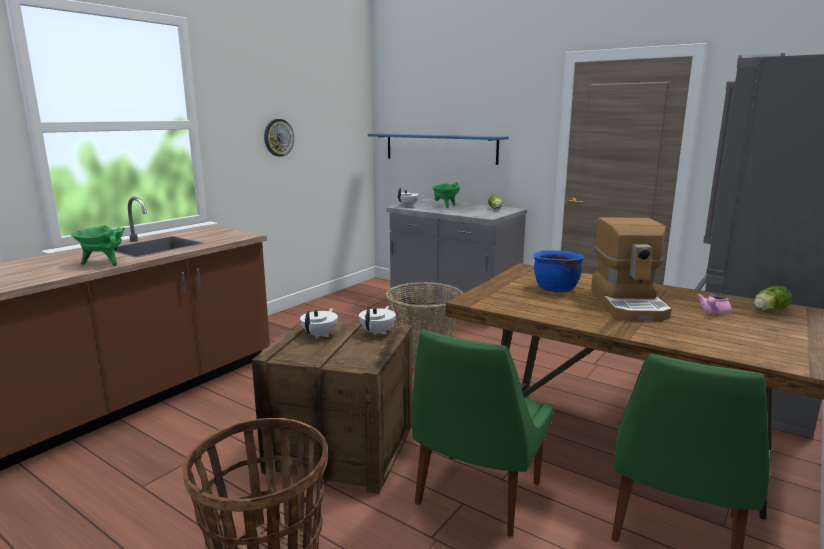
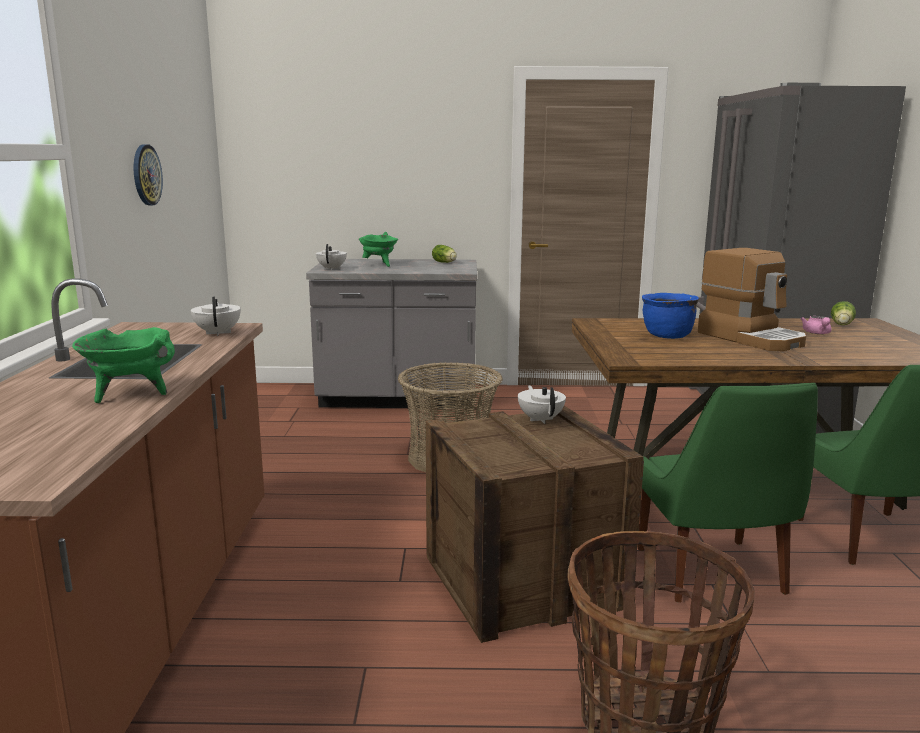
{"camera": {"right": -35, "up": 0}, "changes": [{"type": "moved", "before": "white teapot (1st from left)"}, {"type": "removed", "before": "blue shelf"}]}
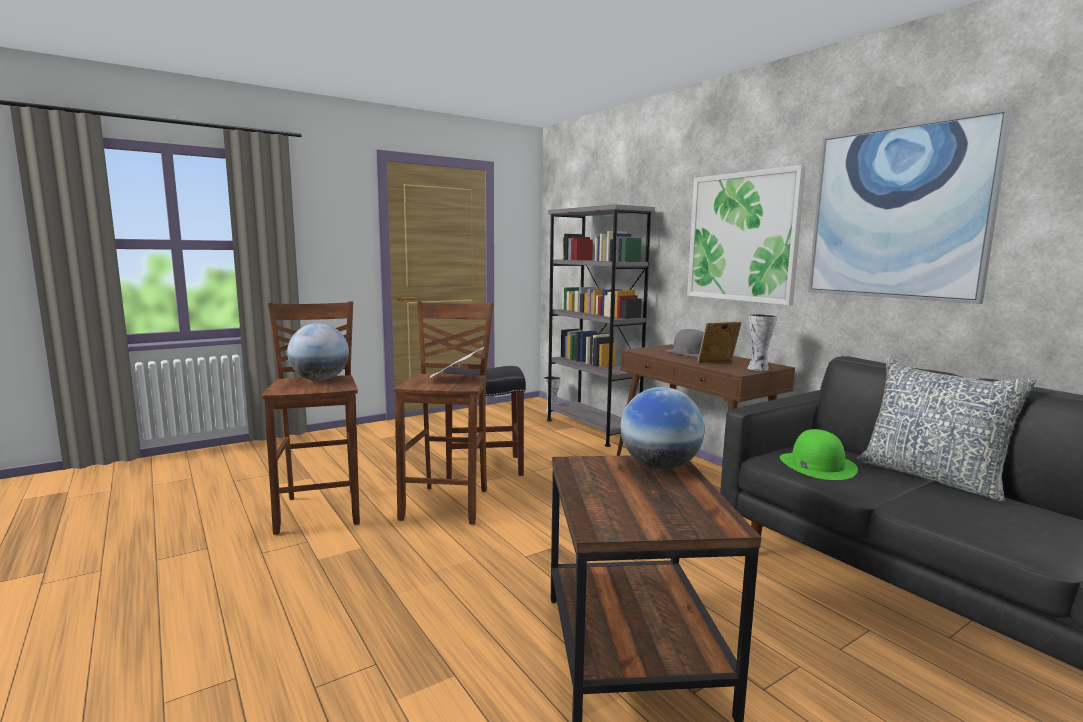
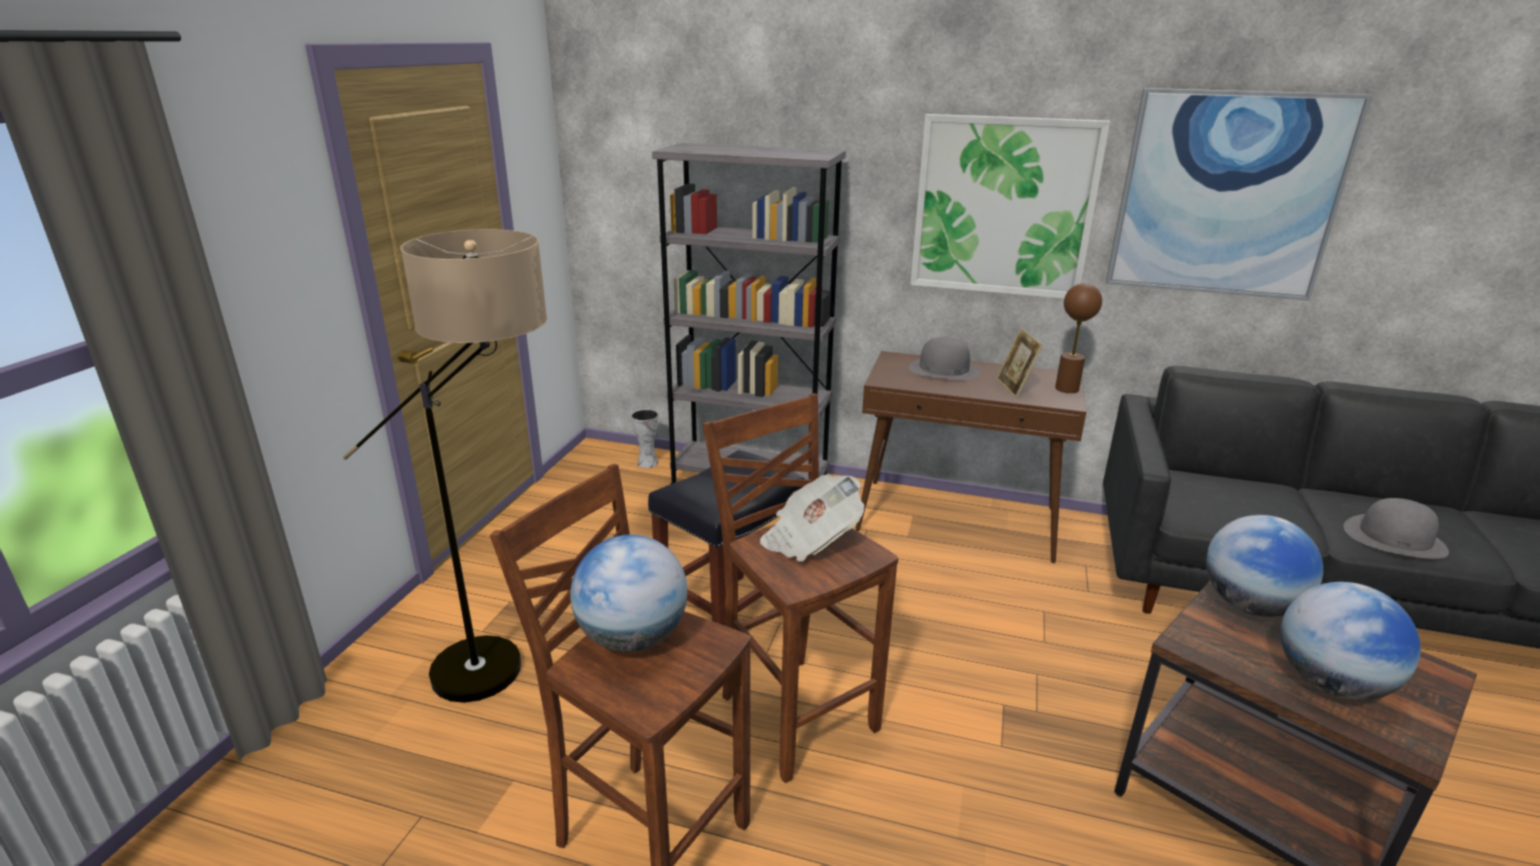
{"camera": {"right": -40, "up": 15}, "changes": [{"type": "added", "after": "floor lamp"}, {"type": "turned", "before": "picture frame", "turn": -45}, {"type": "replaced", "before": "vase (2nd from left)", "after": "brown table lamp"}, {"type": "added", "after": "globe (3rd from left)"}, {"type": "added", "after": "grey hat (2nd from left)"}, {"type": "removed", "before": "green hat"}, {"type": "removed", "before": "pillow"}]}
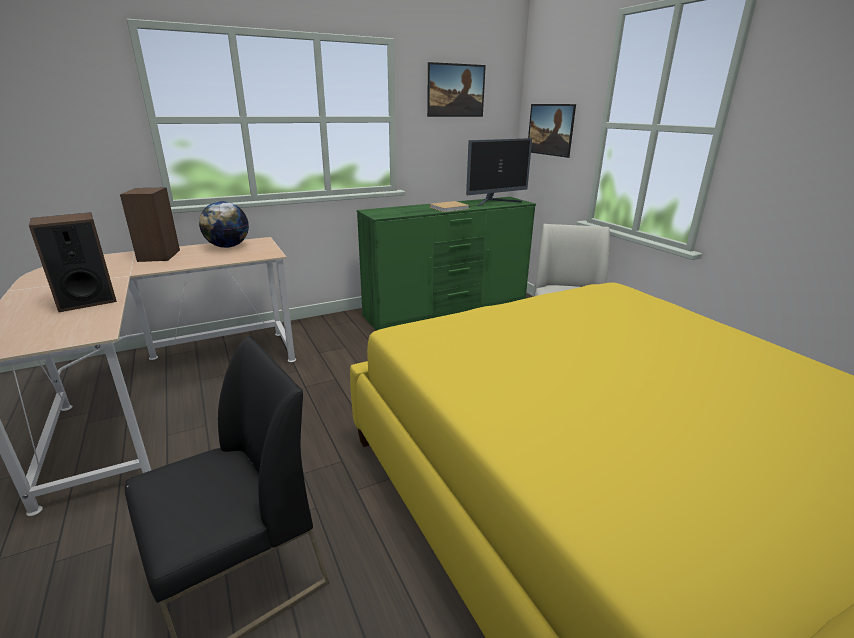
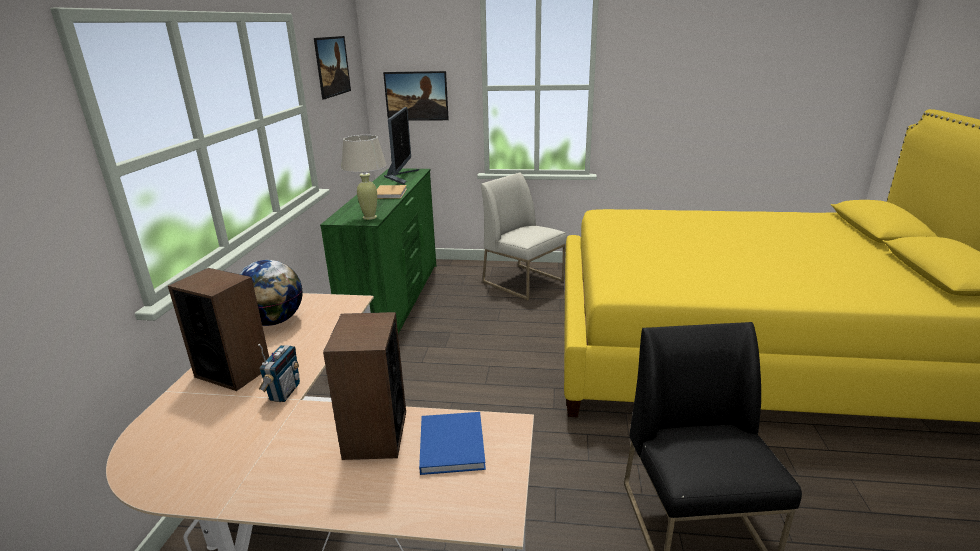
{"camera": {"right": -55, "up": 0}, "changes": [{"type": "added", "after": "radio"}, {"type": "added", "after": "beige table lamp"}, {"type": "added", "after": "blue book"}]}
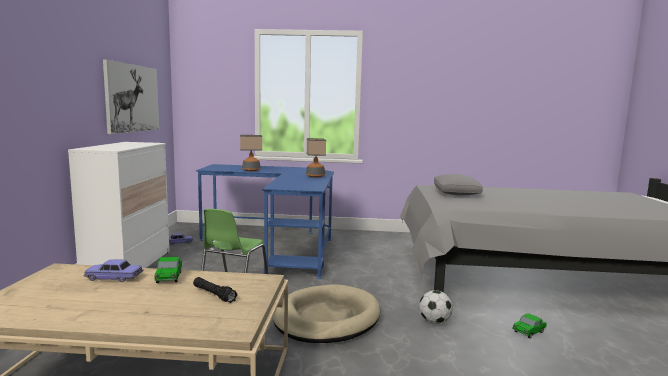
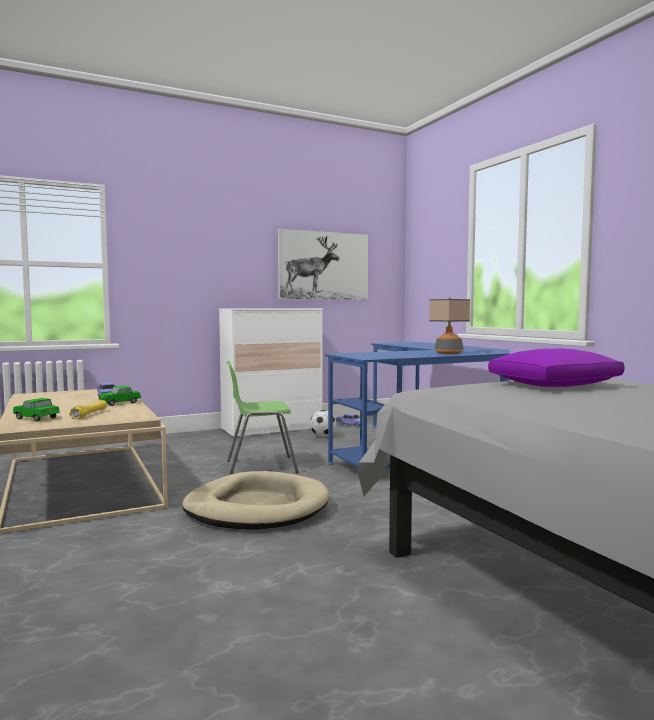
{"camera": {"right": 60, "up": -5}, "changes": [{"type": "moved", "before": "toy car (4th from left in the first image)", "after": "toy car (1st from left)"}, {"type": "recoloured", "before": "black flashlight", "after": "yellow flashlight"}, {"type": "moved", "before": "football"}, {"type": "recoloured", "before": "grey pillow", "after": "purple pillow"}, {"type": "removed", "before": "table lamp (1st from left)"}]}
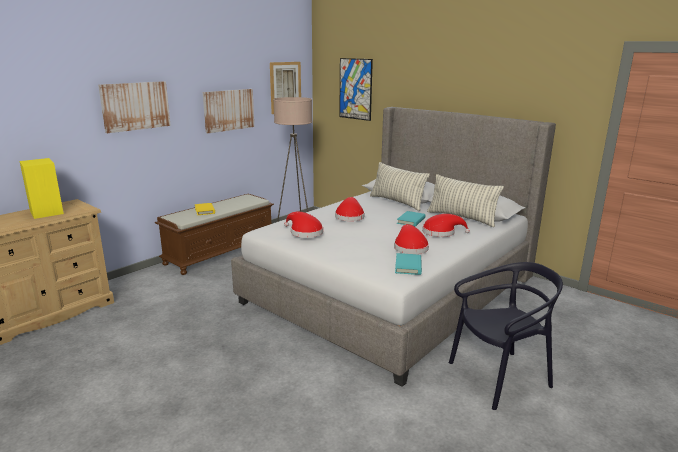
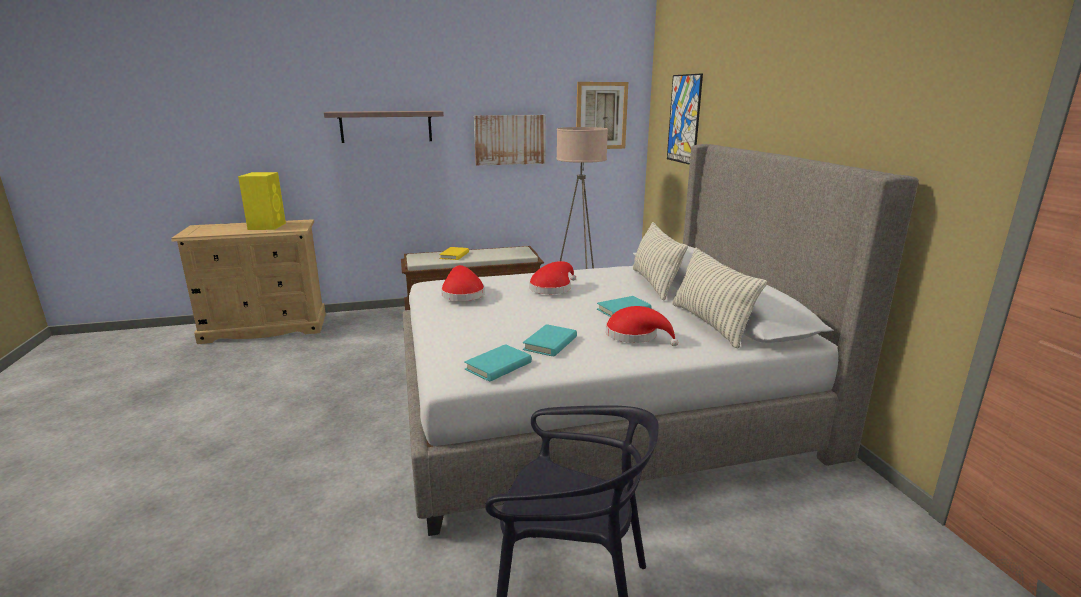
{"camera": {"right": 35, "up": 0}, "changes": [{"type": "replaced", "before": "picture (1st from left)", "after": "shelf"}, {"type": "replaced", "before": "red hat (3rd from left)", "after": "turquoise book (2nd from left)"}]}
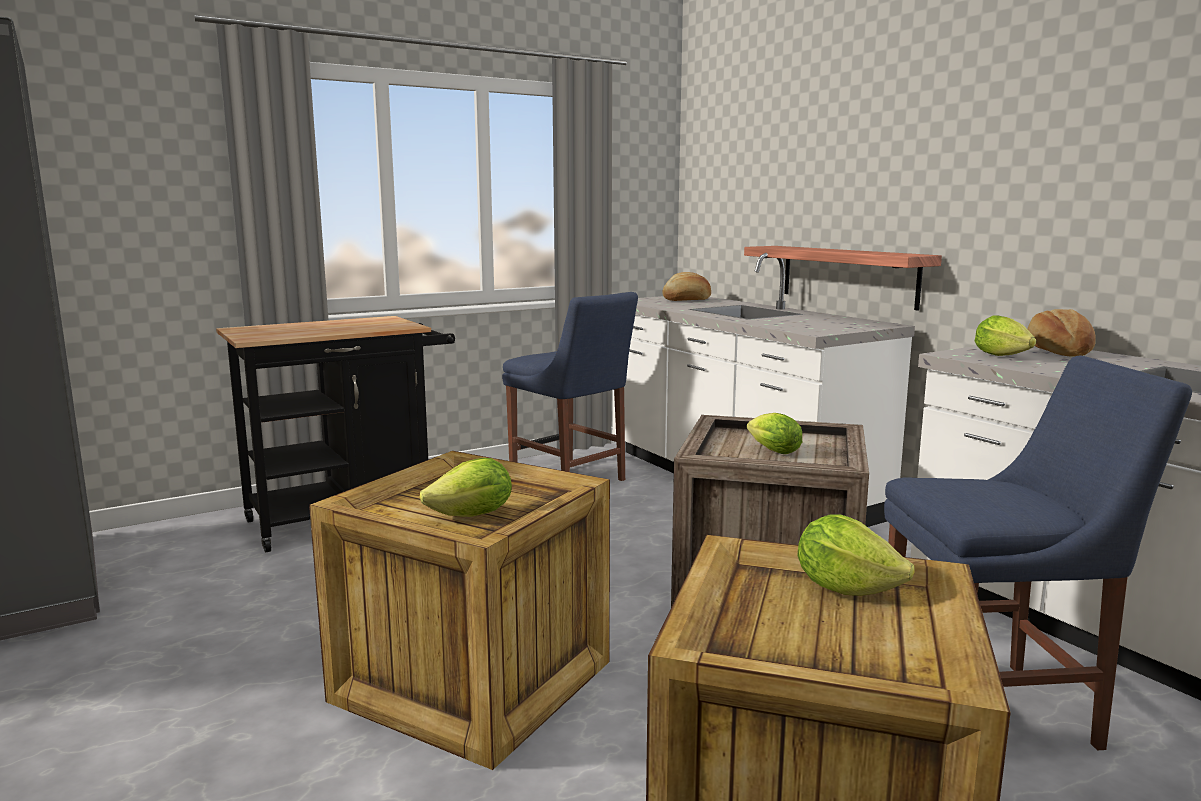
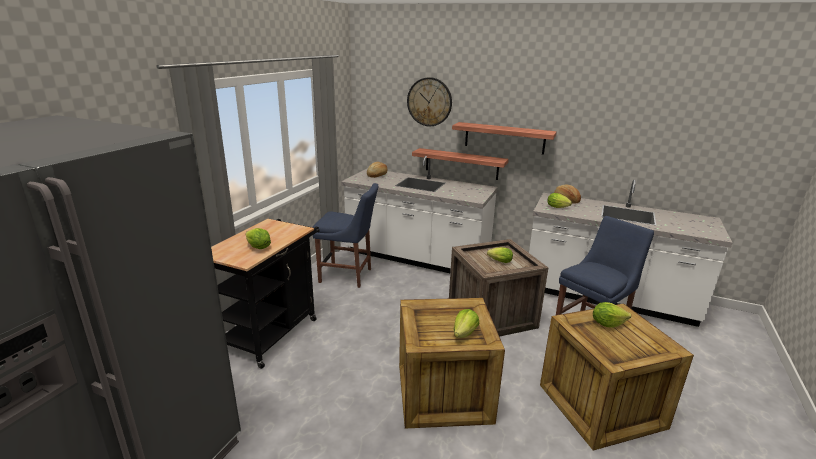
{"camera": {"right": -35, "up": 10}, "changes": [{"type": "added", "after": "lettuce (1st from left)"}, {"type": "added", "after": "wall clock"}, {"type": "added", "after": "shelf (2nd from left)"}]}
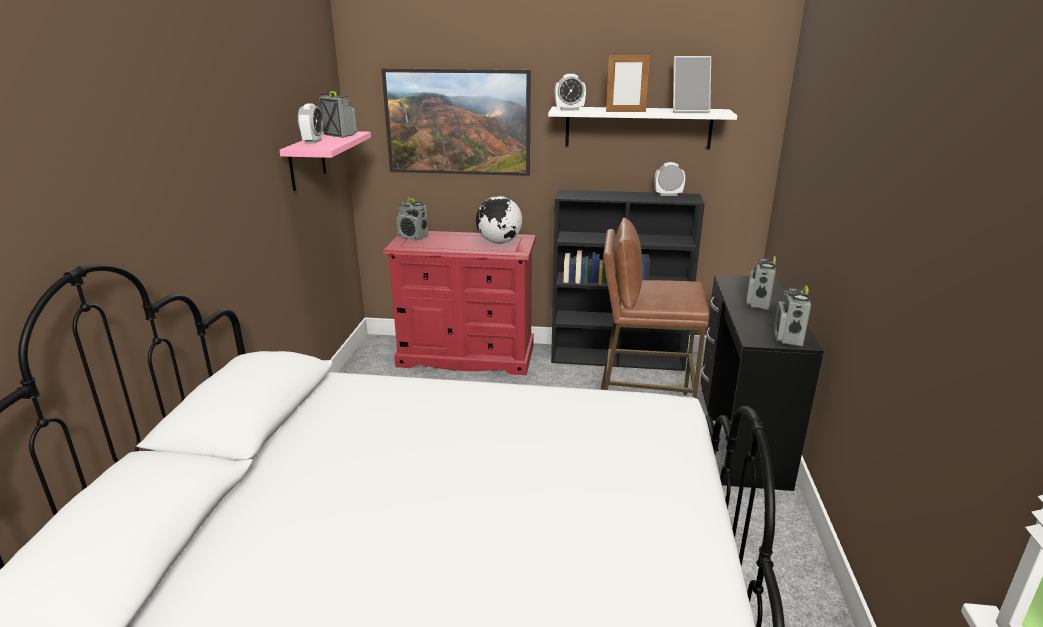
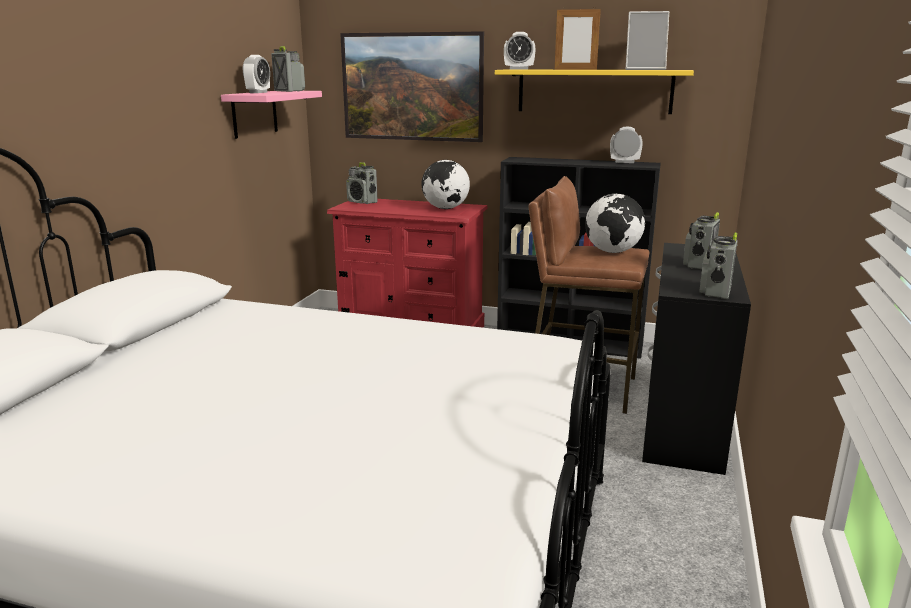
{"camera": {"right": 10, "up": -5}, "changes": [{"type": "recoloured", "before": "white shelf", "after": "yellow shelf"}, {"type": "added", "after": "globe (2nd from left)"}]}
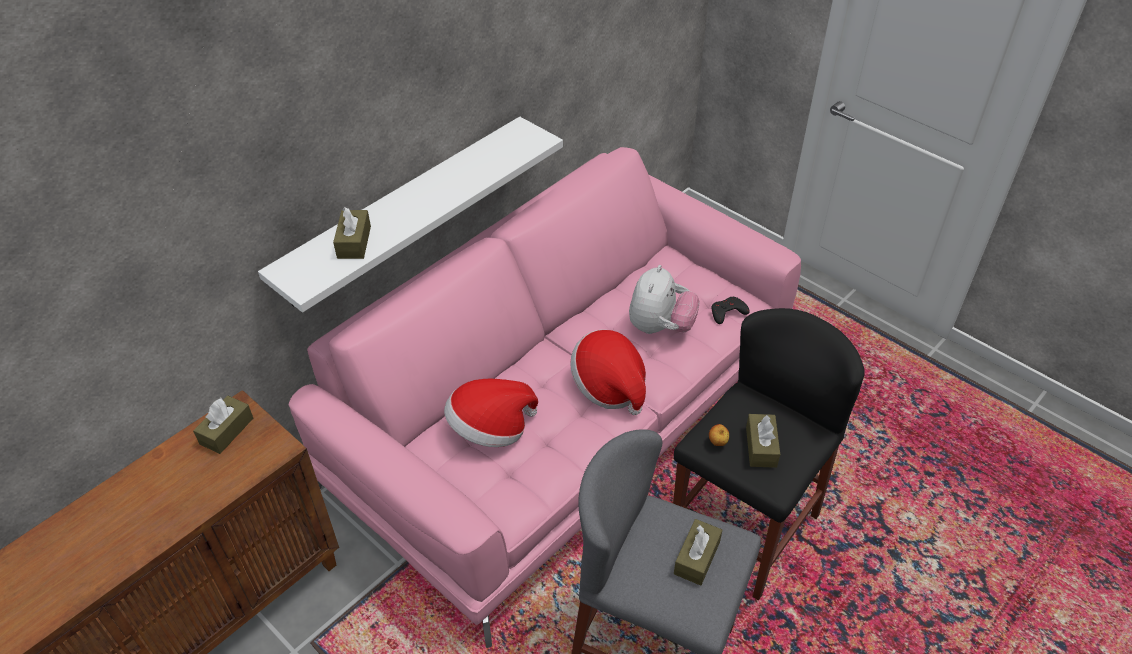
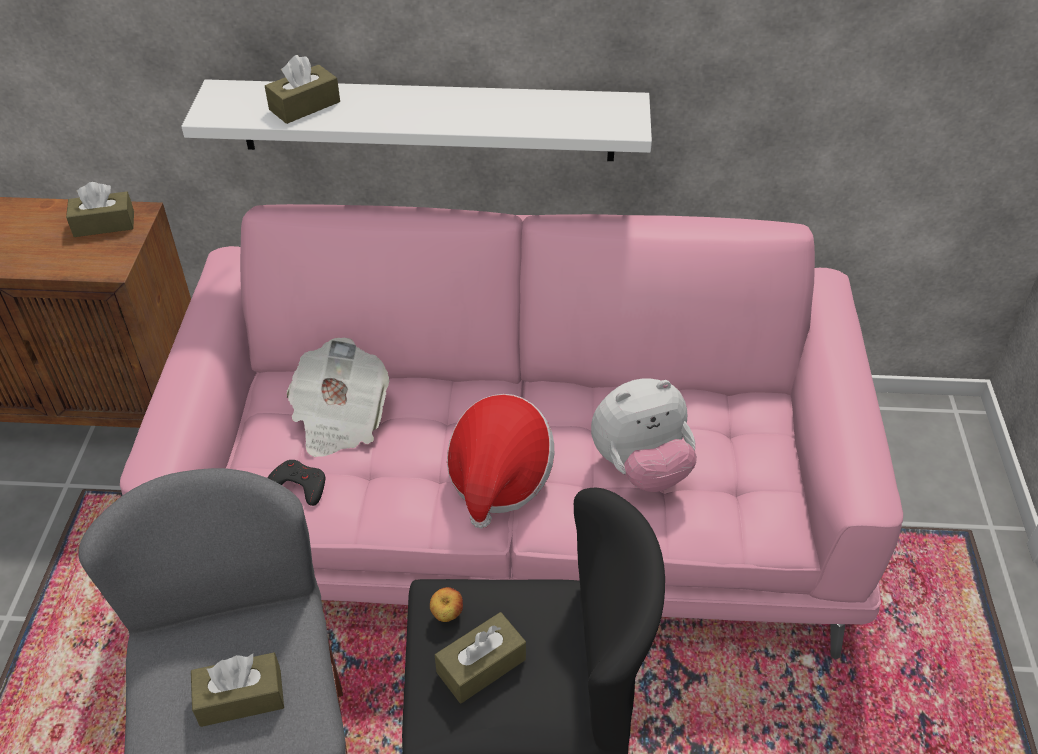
{"camera": {"right": 50, "up": 0}, "changes": [{"type": "moved", "before": "black game controller"}, {"type": "replaced", "before": "hat (1st from left)", "after": "newspaper"}]}
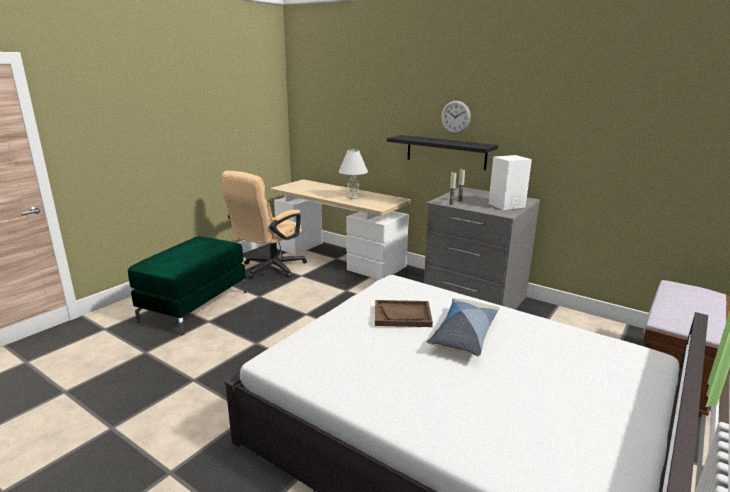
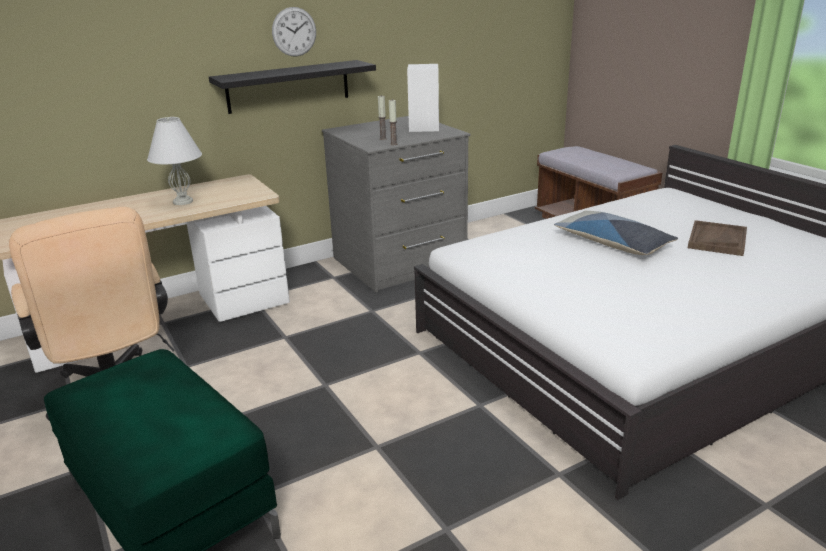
{"camera": {"right": -65, "up": 5}, "changes": [{"type": "moved", "before": "brown tray"}]}
